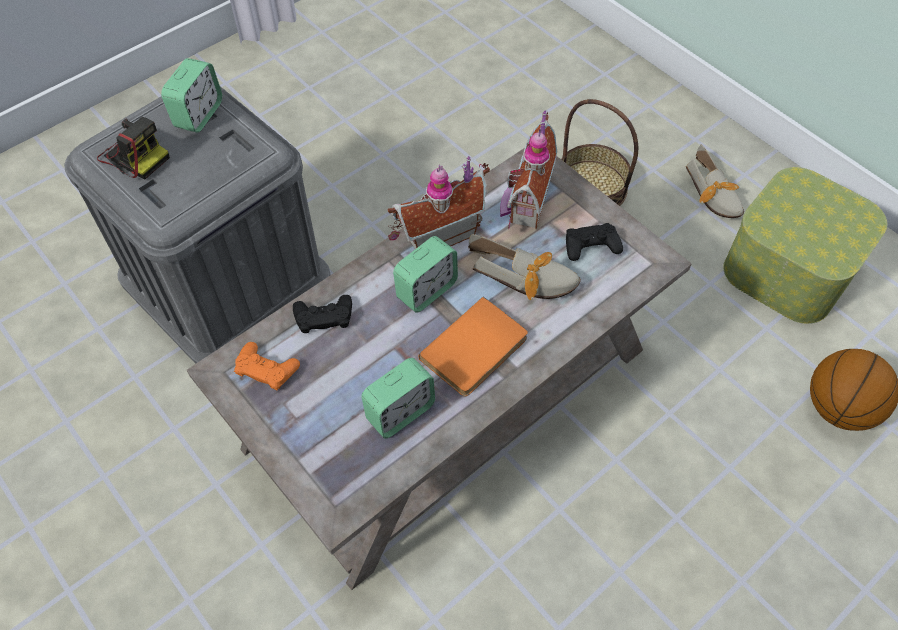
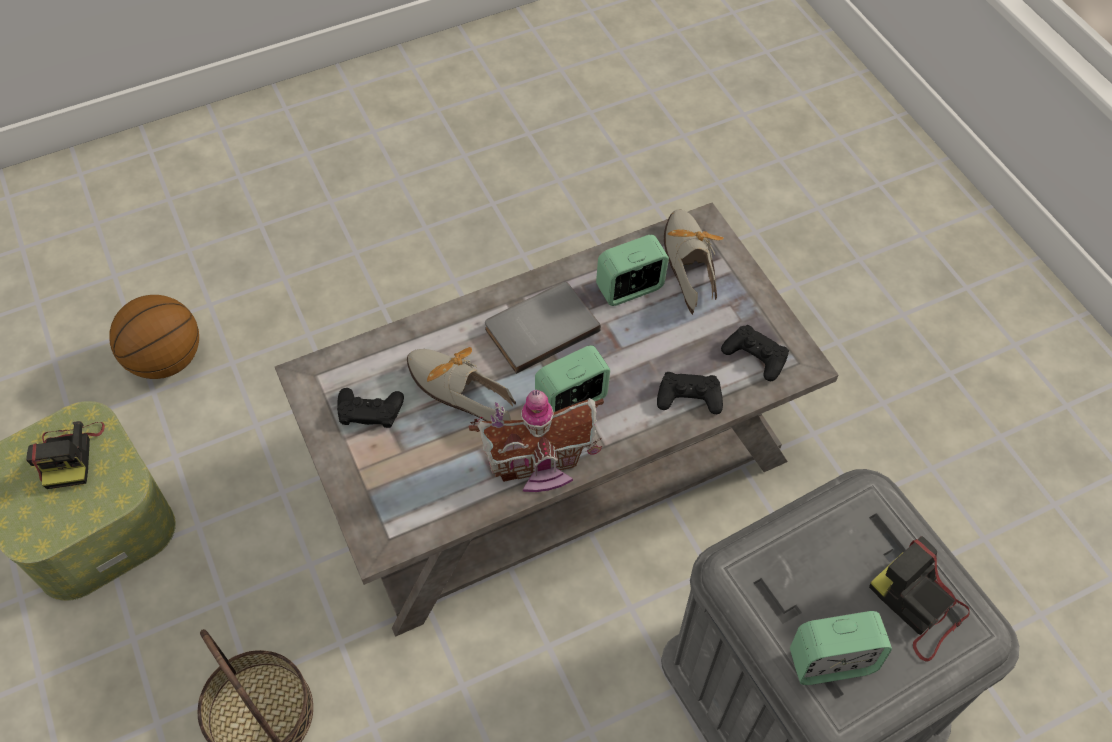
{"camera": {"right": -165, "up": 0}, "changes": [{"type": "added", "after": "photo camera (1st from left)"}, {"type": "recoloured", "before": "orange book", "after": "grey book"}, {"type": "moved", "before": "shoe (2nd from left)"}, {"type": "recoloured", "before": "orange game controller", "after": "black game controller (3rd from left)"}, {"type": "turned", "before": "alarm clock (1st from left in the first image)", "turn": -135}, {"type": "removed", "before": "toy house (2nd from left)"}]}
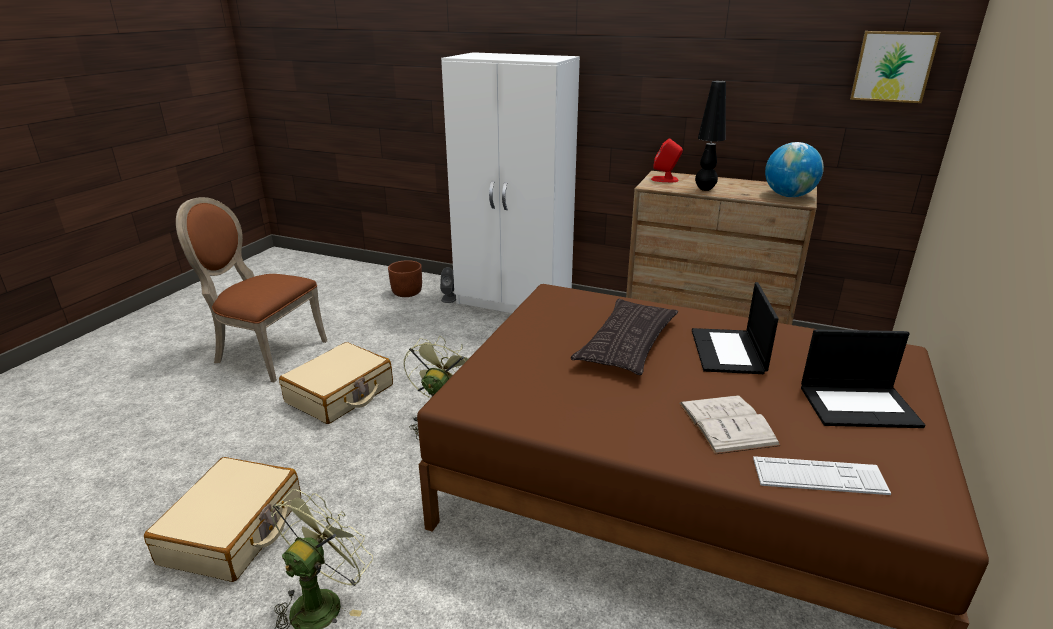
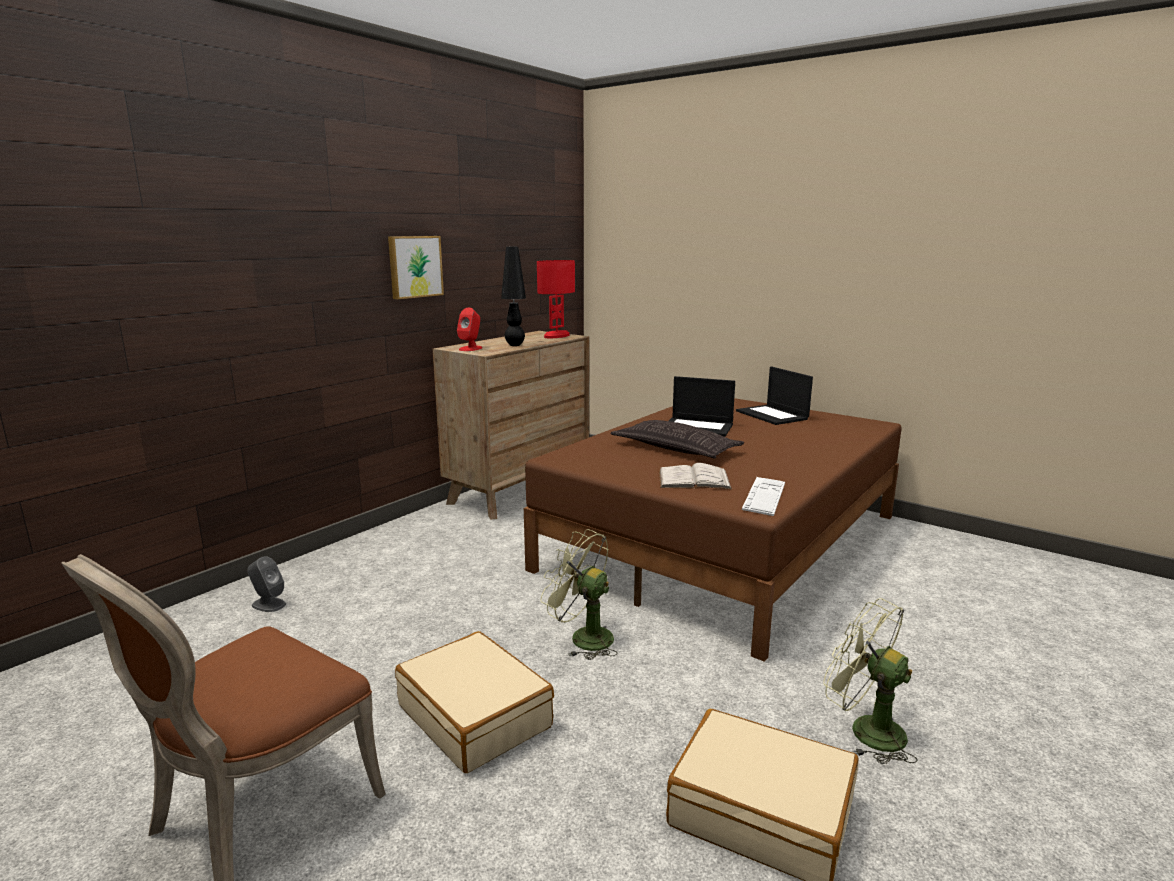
{"camera": {"right": -75, "up": -10}, "changes": [{"type": "moved", "before": "picture"}, {"type": "replaced", "before": "globe", "after": "red table lamp"}, {"type": "moved", "before": "white book"}, {"type": "turned", "before": "laptop (2nd from left)", "turn": 135}, {"type": "moved", "before": "keyboard"}, {"type": "removed", "before": "brown planter"}, {"type": "removed", "before": "white wardrobe"}]}
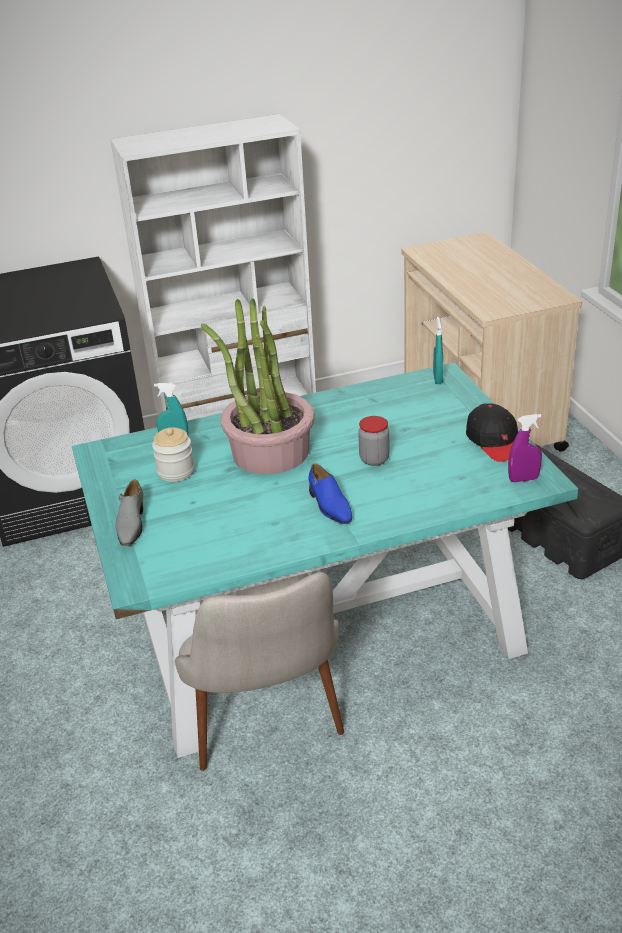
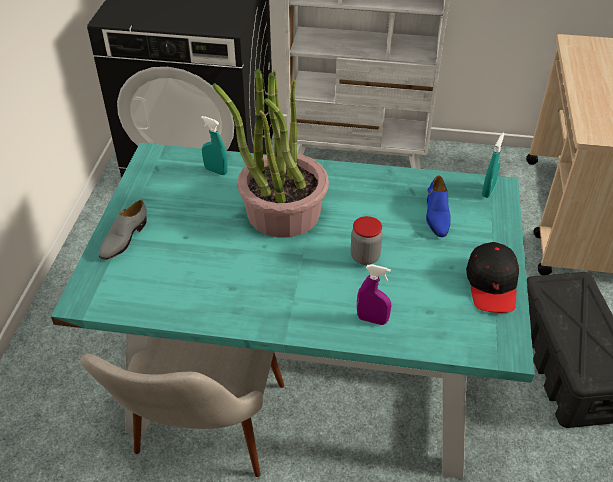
{"camera": {"right": 25, "up": 10}, "changes": [{"type": "moved", "before": "purple spray bottle"}, {"type": "moved", "before": "blue shoe"}, {"type": "removed", "before": "jar (1st from left)"}]}
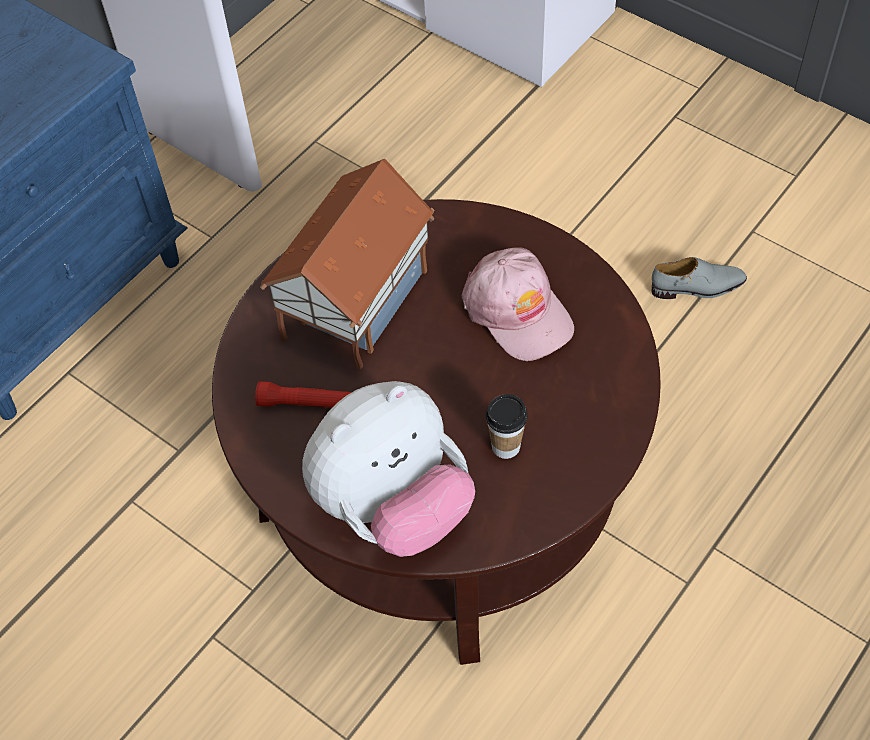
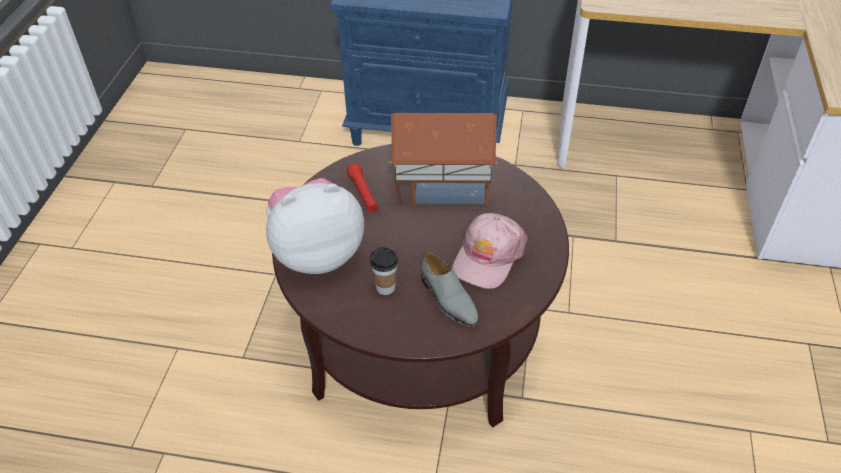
{"camera": {"right": 60, "up": -10}, "changes": [{"type": "turned", "before": "plush toy", "turn": 135}, {"type": "moved", "before": "grey shoe"}]}
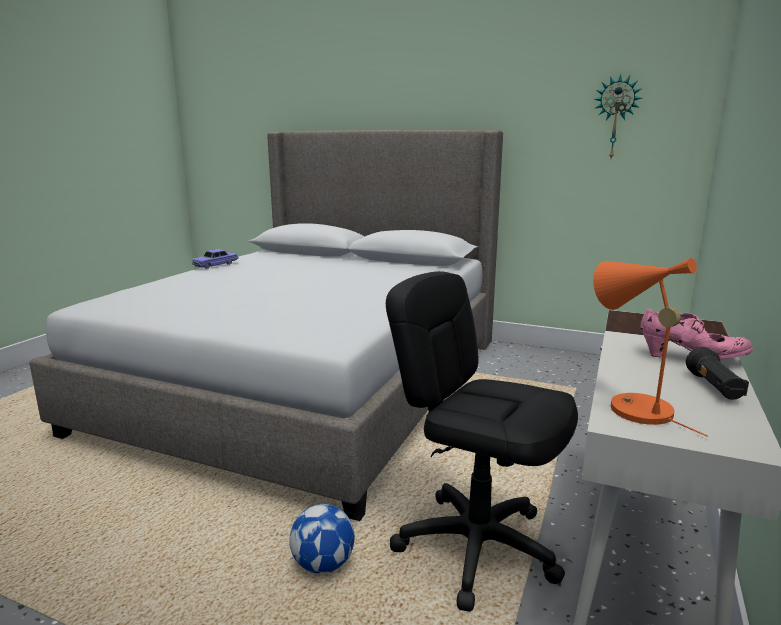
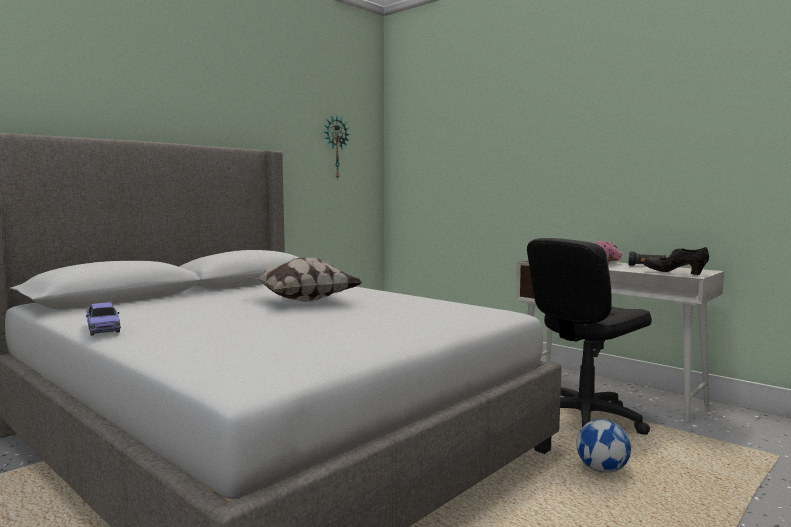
{"camera": {"right": -70, "up": -10}, "changes": [{"type": "added", "after": "pillow"}, {"type": "replaced", "before": "orange table lamp", "after": "black shoe"}]}
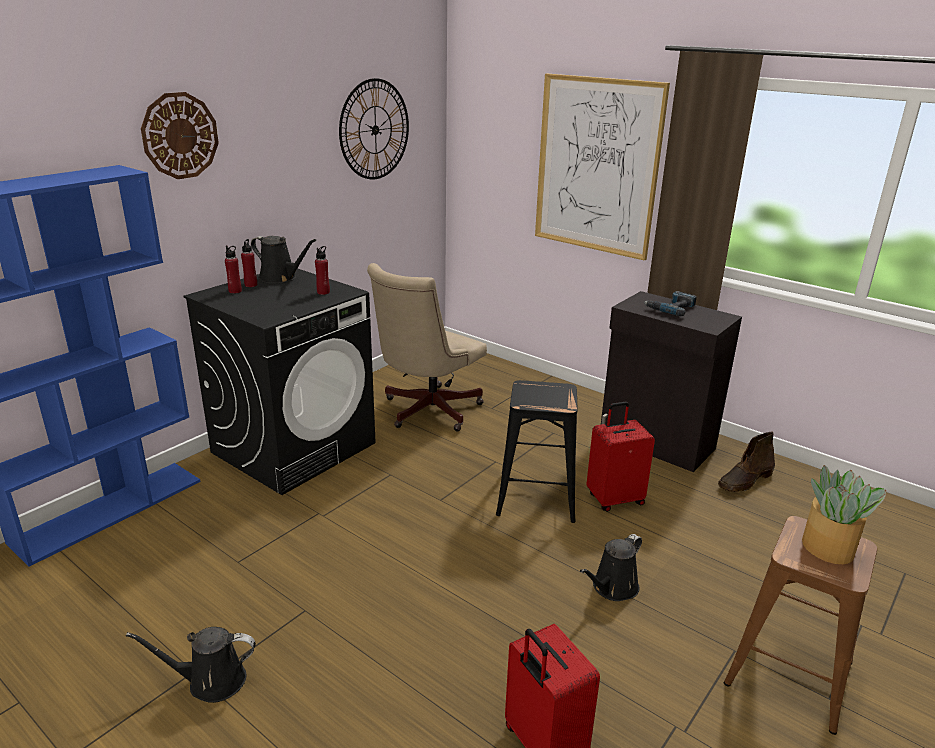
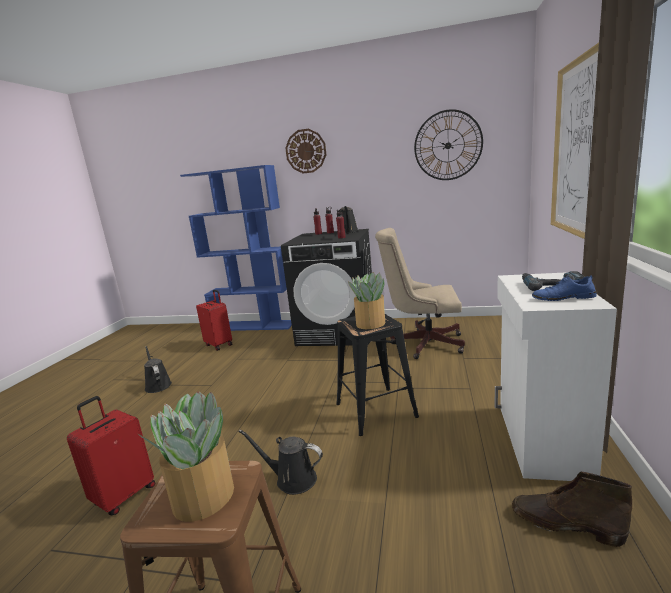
{"camera": {"right": 65, "up": -10}, "changes": [{"type": "moved", "before": "red suitcase (2nd from left)"}, {"type": "added", "after": "potted plant (2nd from left)"}, {"type": "recoloured", "before": "black cabinet", "after": "white cabinet"}, {"type": "added", "after": "blue shoe"}]}
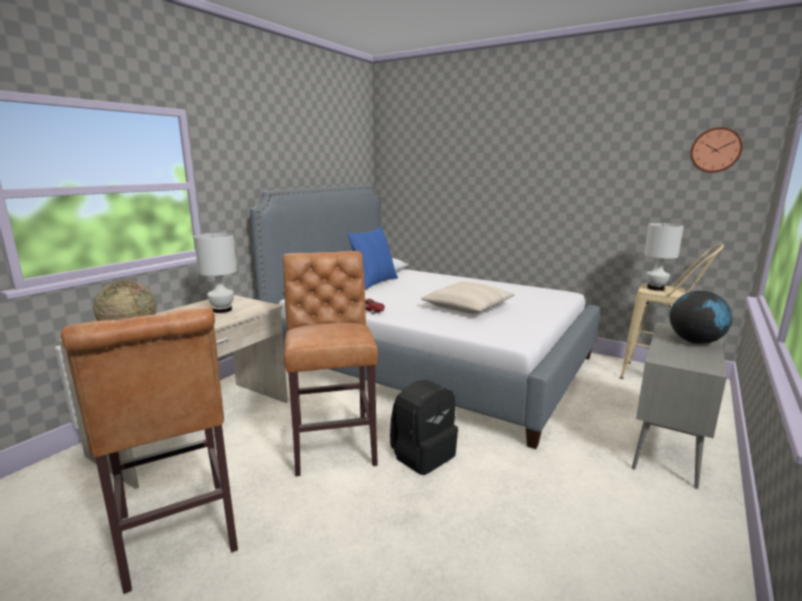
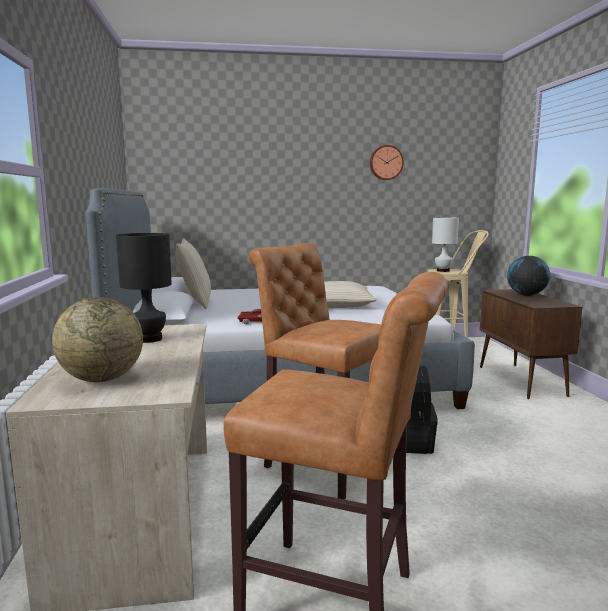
{"camera": {"right": -40, "up": -5}, "changes": [{"type": "recoloured", "before": "white table lamp (1st from left)", "after": "black table lamp"}, {"type": "recoloured", "before": "blue pillow", "after": "beige pillow (1st from left)"}, {"type": "moved", "before": "wall clock"}, {"type": "recoloured", "before": "grey cabinet", "after": "brown cabinet"}]}
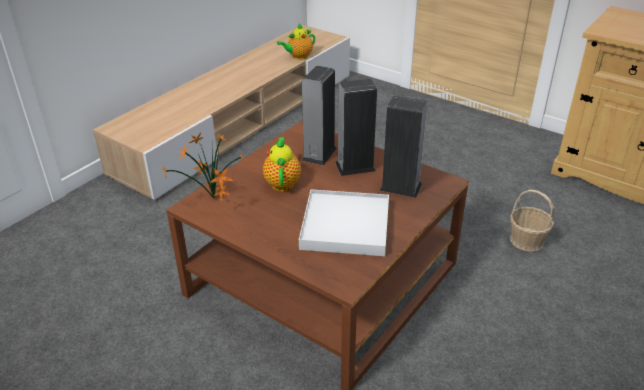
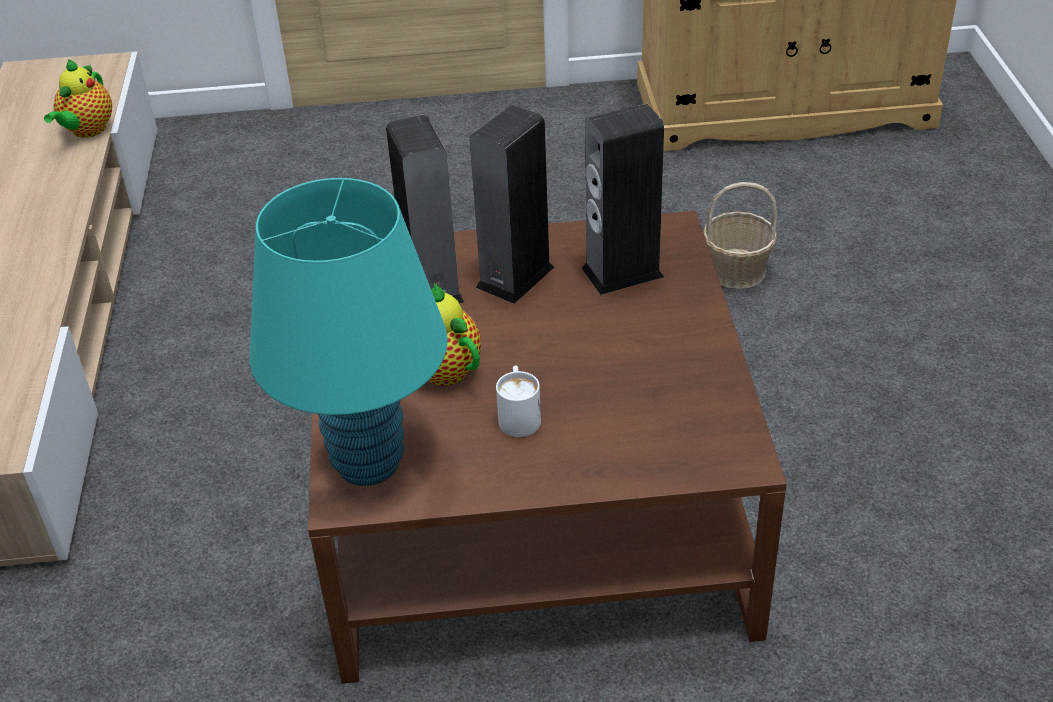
{"camera": {"right": -40, "up": 5}, "changes": [{"type": "replaced", "before": "potted plant", "after": "turquoise table lamp"}, {"type": "added", "after": "white mug"}, {"type": "removed", "before": "white tray"}]}
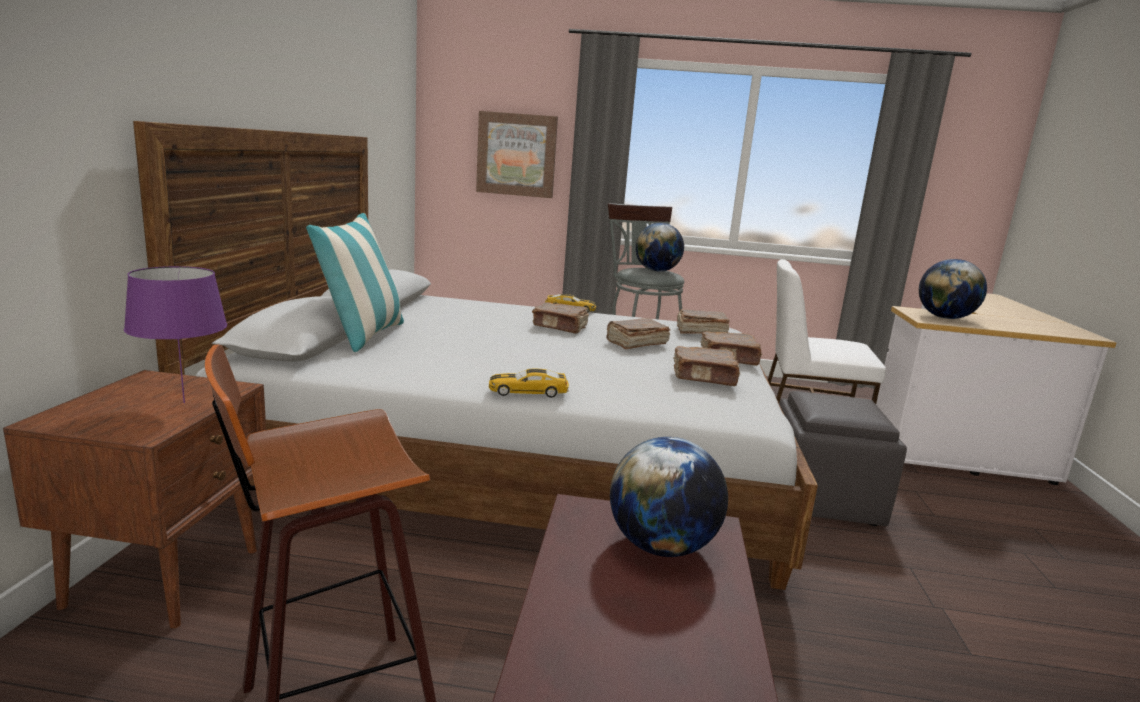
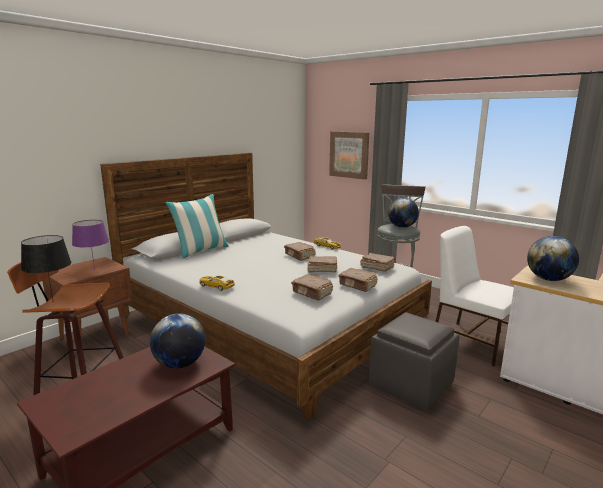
{"camera": {"right": 35, "up": 0}, "changes": [{"type": "added", "after": "black table lamp"}]}
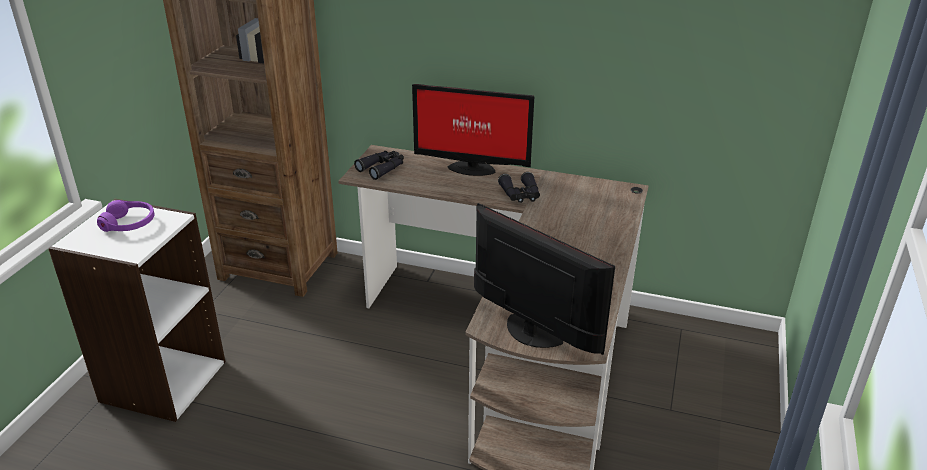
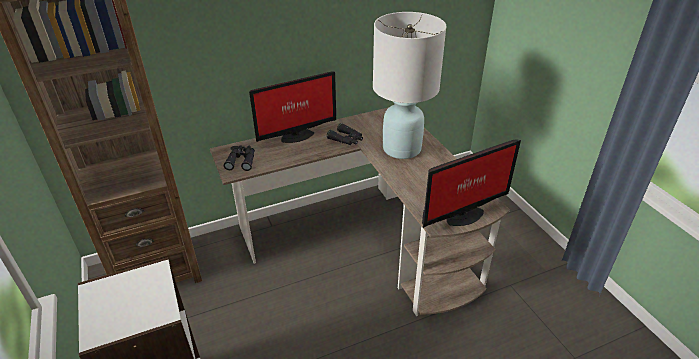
{"camera": {"right": -40, "up": 5}, "changes": [{"type": "added", "after": "white table lamp"}, {"type": "turned", "before": "monitor (2nd from left)", "turn": 150}, {"type": "removed", "before": "purple headphones"}]}
